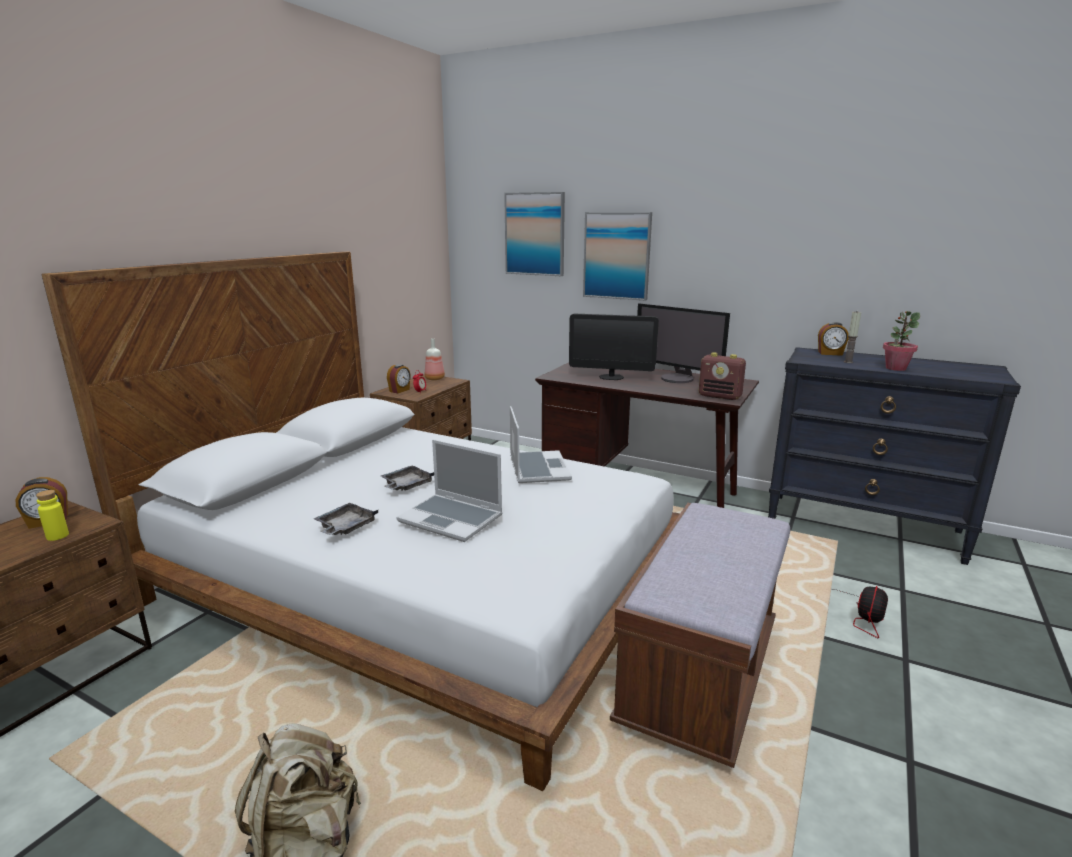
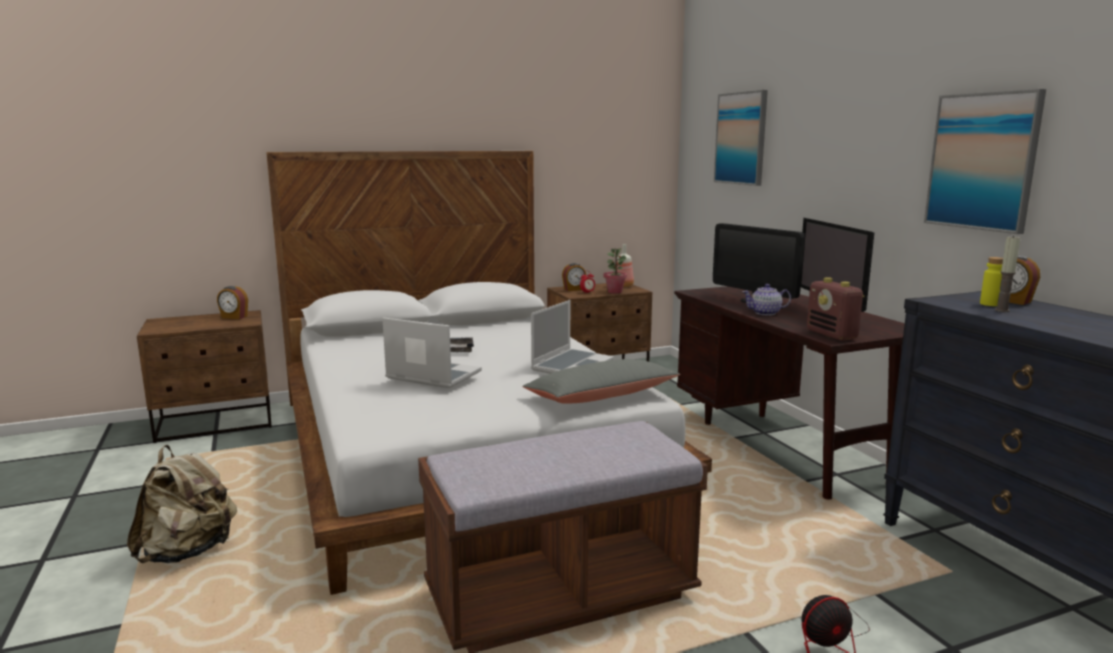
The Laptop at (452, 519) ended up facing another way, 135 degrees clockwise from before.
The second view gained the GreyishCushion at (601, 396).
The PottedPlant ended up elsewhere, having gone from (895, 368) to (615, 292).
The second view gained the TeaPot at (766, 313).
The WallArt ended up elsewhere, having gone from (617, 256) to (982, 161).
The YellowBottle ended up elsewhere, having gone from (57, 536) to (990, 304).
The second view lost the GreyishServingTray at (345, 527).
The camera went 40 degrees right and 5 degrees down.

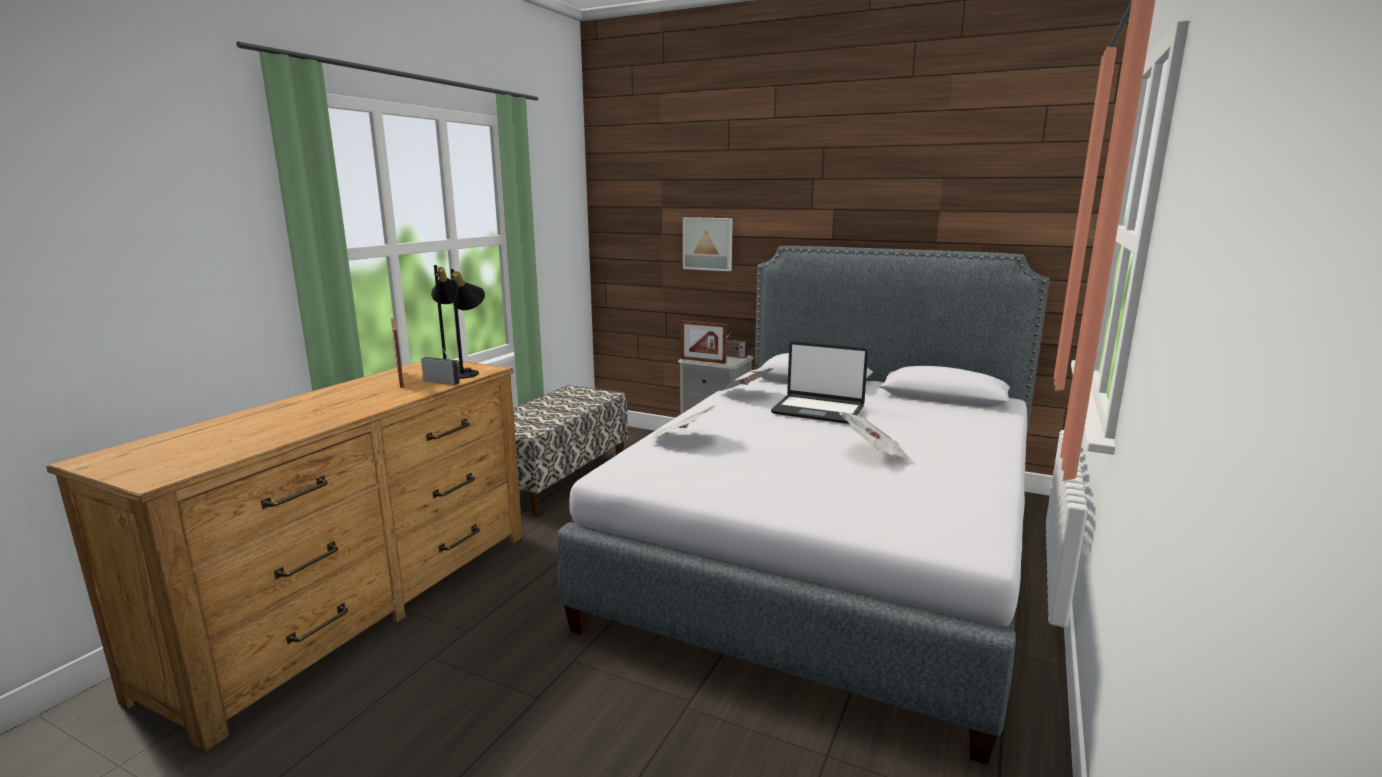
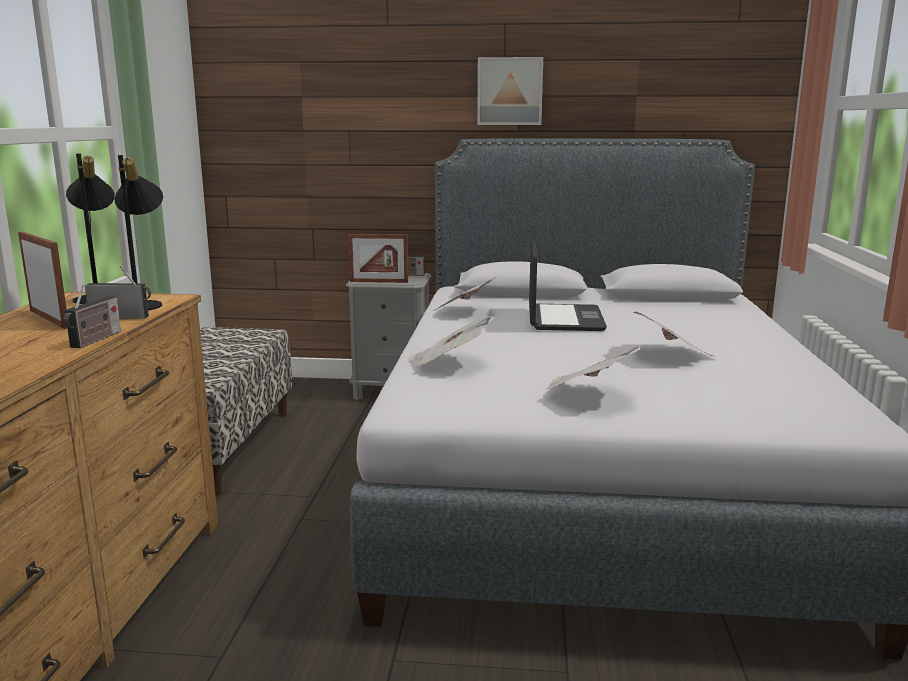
The second view gained the RadioSet at (95, 340).
The WallArt ended up elsewhere, having gone from (708, 243) to (510, 91).
The Laptop at (818, 410) ended up facing another way, 90 degrees counterclockwise from before.
The second view gained the DailyPaper at (588, 393).
The camera went 20 degrees left and 0 degrees up.

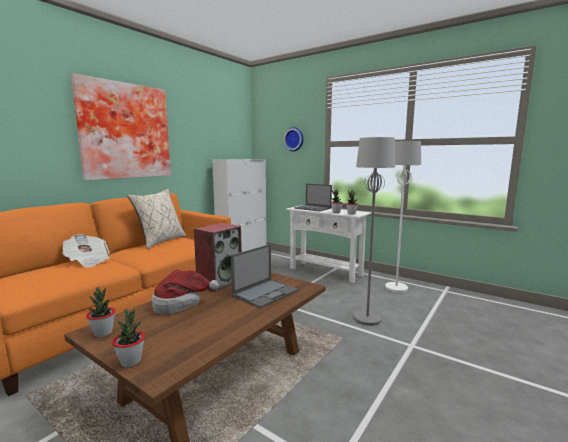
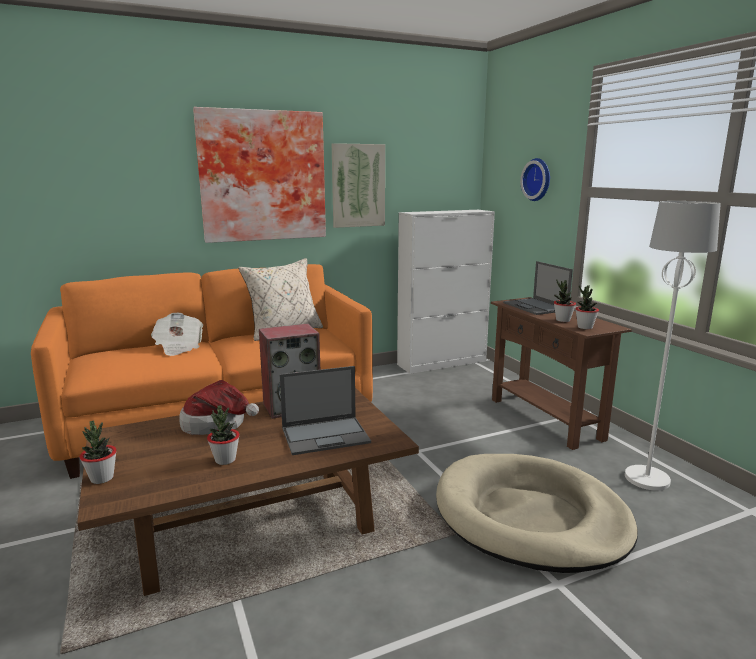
The PottedPlant ended up elsewhere, having gone from (103, 333) to (225, 460).
The second view gained the WallArt at (358, 185).
Where the GreyishStandardLamp stood at (367, 319), the BeigeColouredPetBed came to stand at (530, 516).
What was the WhitishConsoleTable at (325, 271) turned into the BrownishConsoleTable at (545, 419).
The camera went 30 degrees right and 5 degrees up.

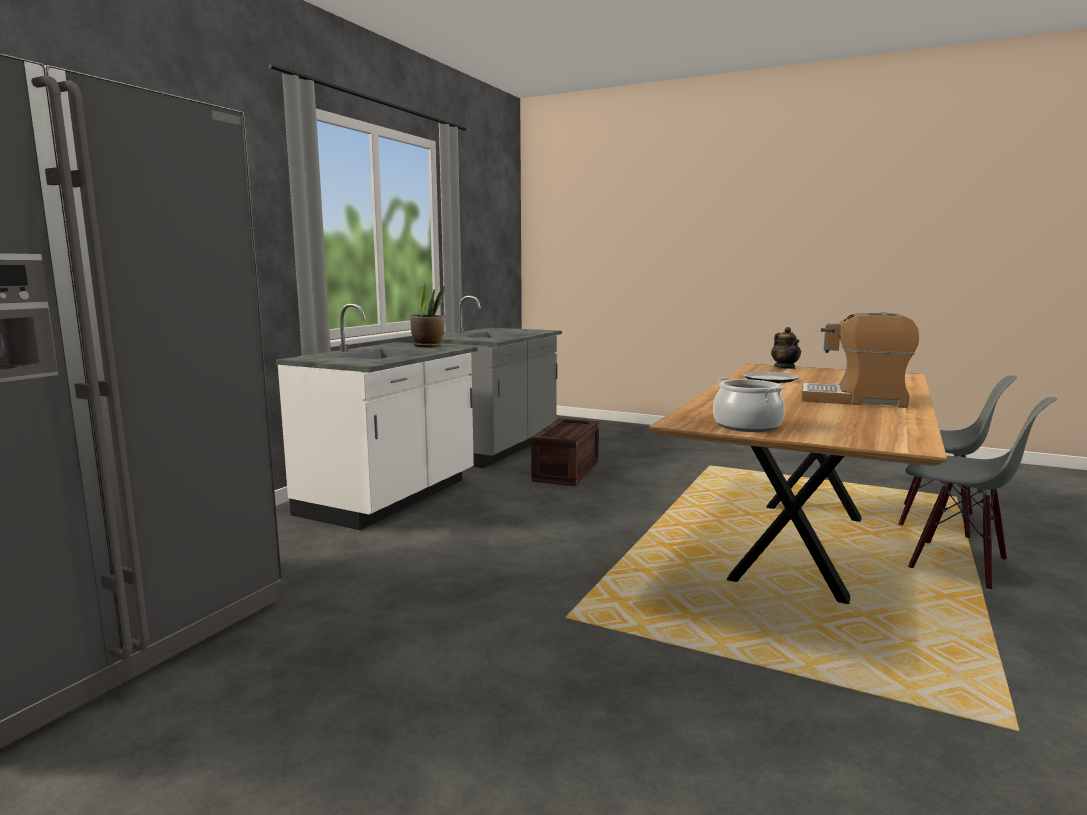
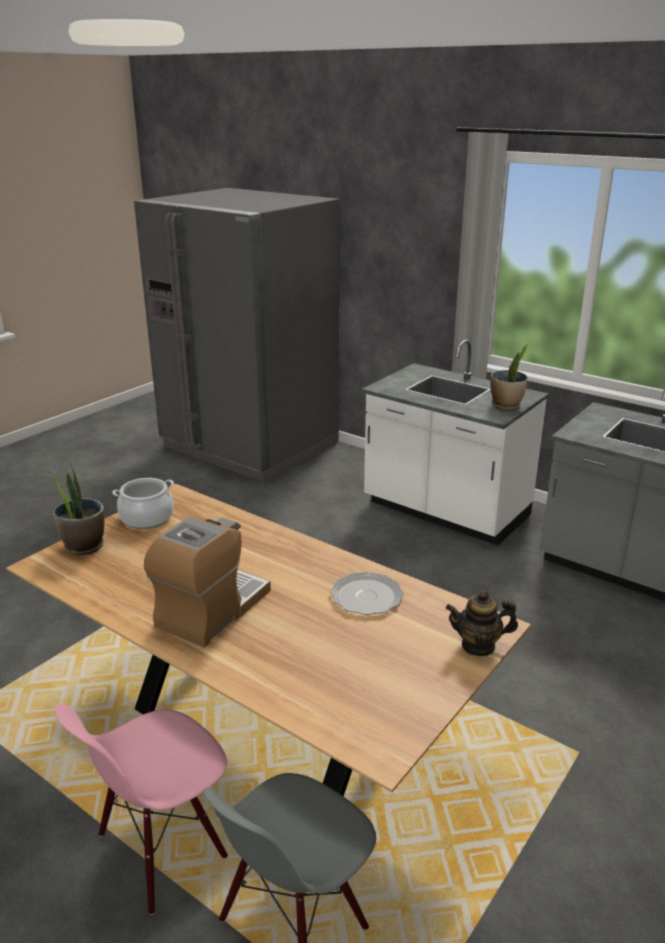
The second view gained the PottedPlant at (84, 546).
What was the GreyishUprightChair at (958, 564) turned into the PinkUprightChair at (162, 848).
The second view lost the PackingCrate at (565, 470).
The camera went 100 degrees right and 15 degrees up.

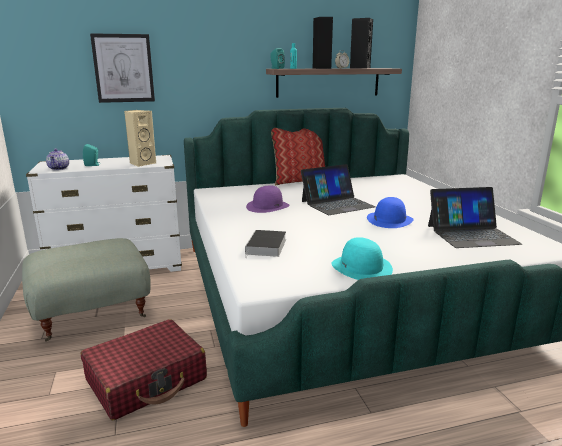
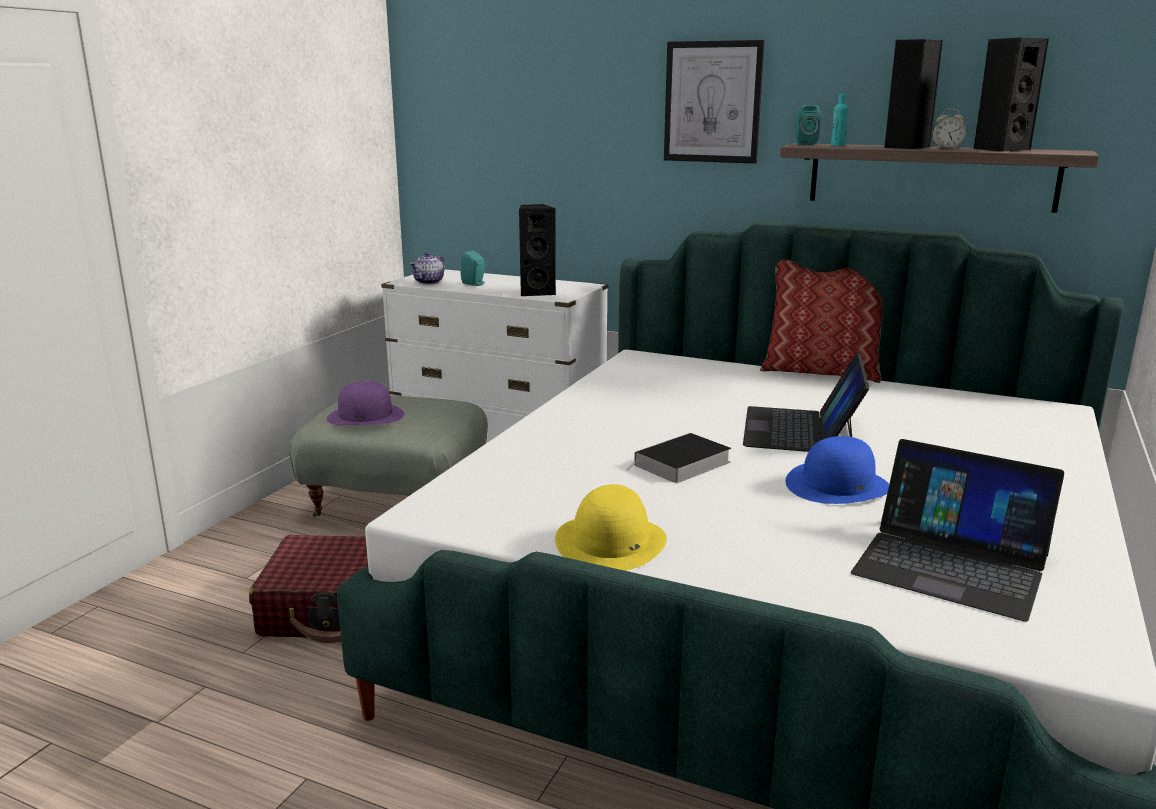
The PurpleColouredWearableHat ended up elsewhere, having gone from (268, 206) to (366, 416).
What was the BeigeColouredSpeaker at (142, 163) turned into the BlackSpeaker at (536, 292).
What was the BlueGreenWearableHat at (361, 267) turned into the YellowWearableHat at (611, 542).
The Book ended up elsewhere, having gone from (266, 247) to (681, 464).
The WallArt ended up elsewhere, having gone from (123, 68) to (712, 102).
The Laptop at (337, 204) ended up facing another way, 90 degrees clockwise from before.
The camera went 40 degrees right and 0 degrees up.

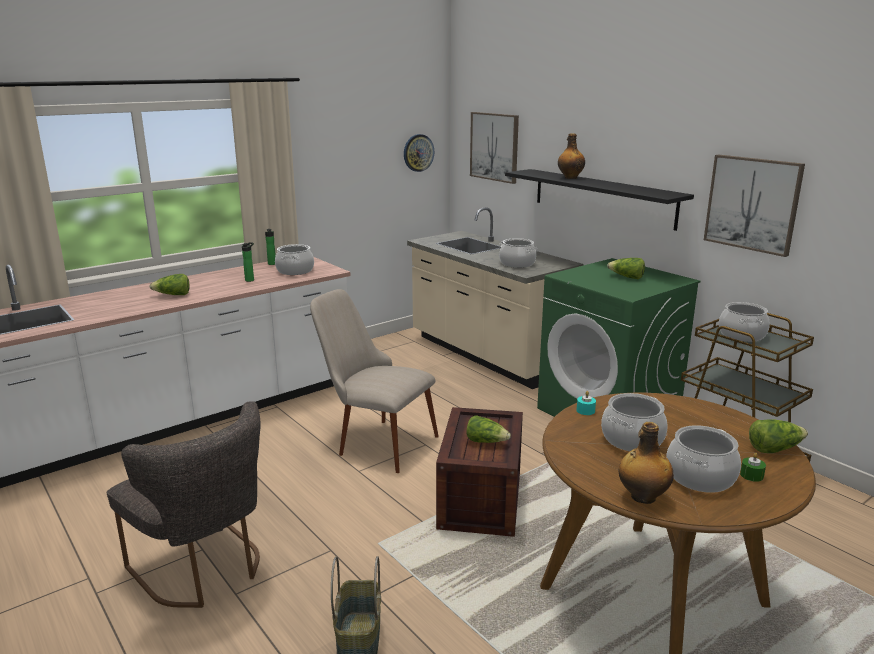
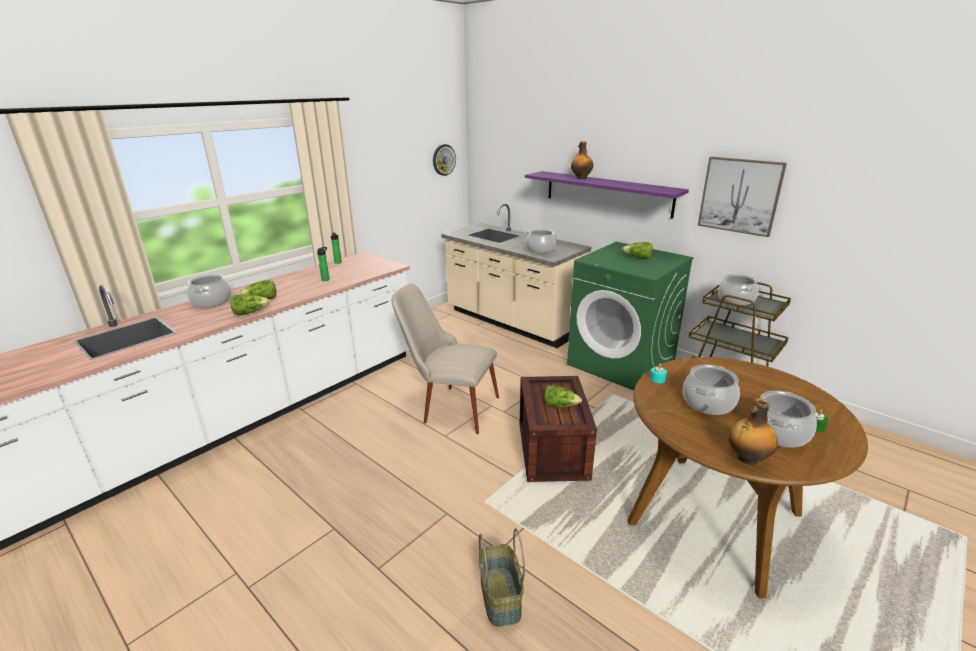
The CookingPot ended up elsewhere, having gone from (295, 271) to (211, 301).
The HeadOfLettuce ended up elsewhere, having gone from (774, 449) to (250, 312).
What was the BlackWallShelf at (602, 197) turned into the PurpleColouredWallShelf at (607, 193).
The second view lost the GreyishUprightChair at (204, 570).
The second view lost the WallArt at (494, 147).
The camera went 10 degrees left and 5 degrees up.

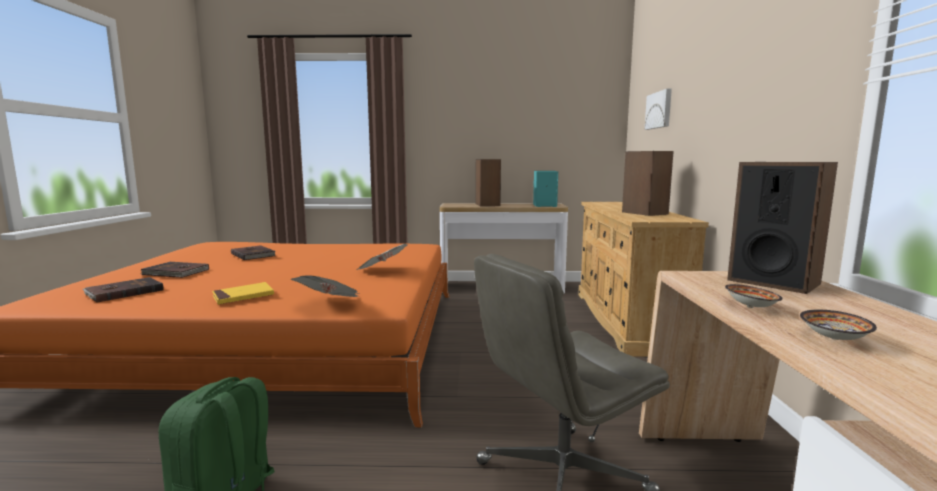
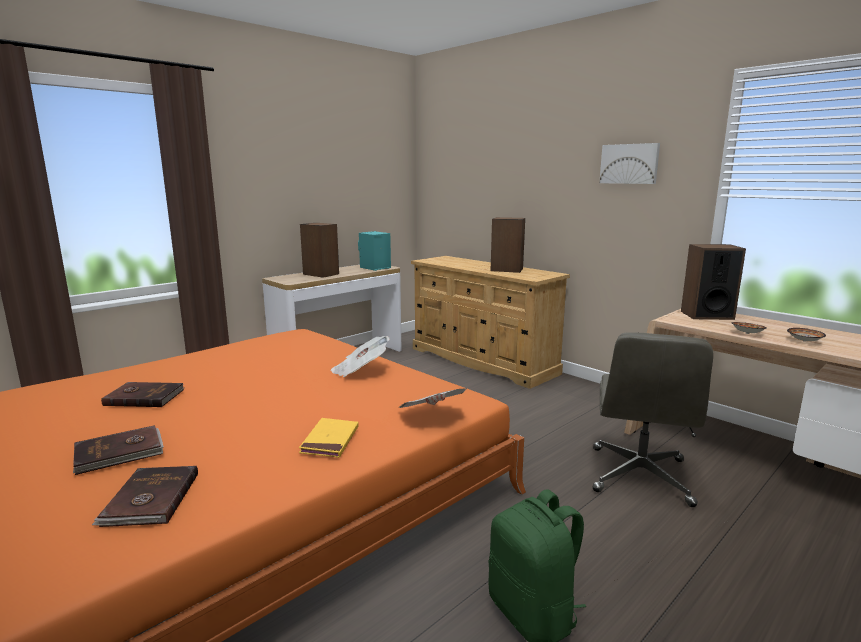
The WallArt ended up elsewhere, having gone from (659, 110) to (629, 164).
The camera went 45 degrees left and 5 degrees up.

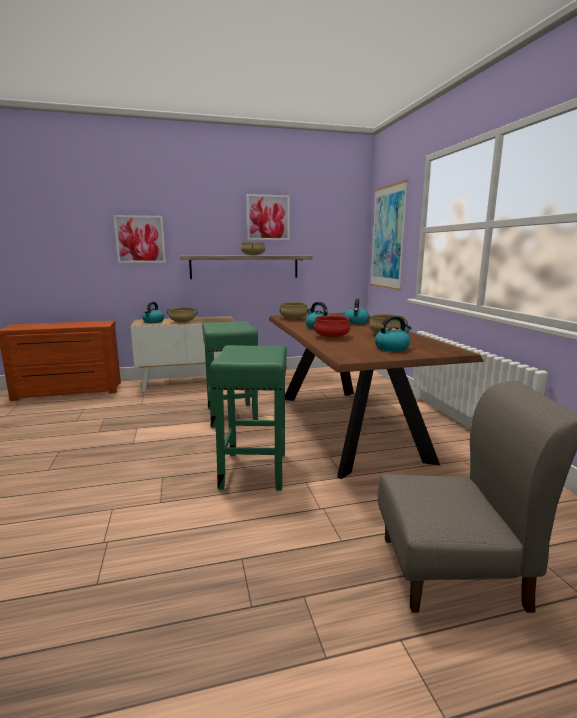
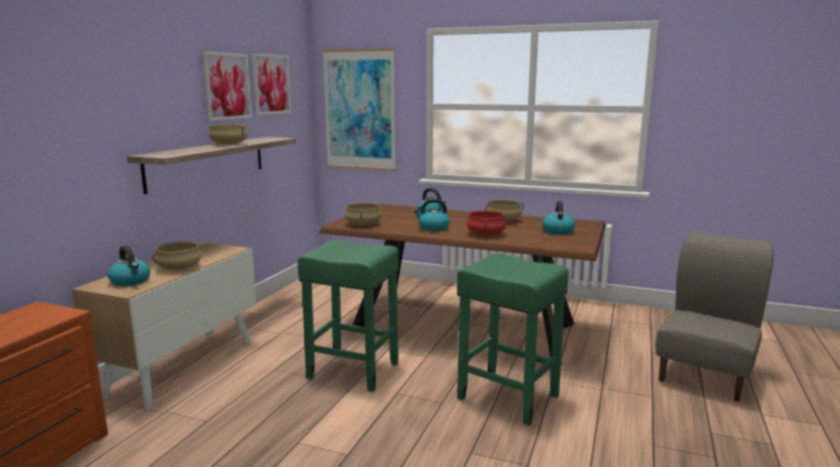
The WallArt ended up elsewhere, having gone from (140, 239) to (271, 84).
The camera went 55 degrees left and 0 degrees up.

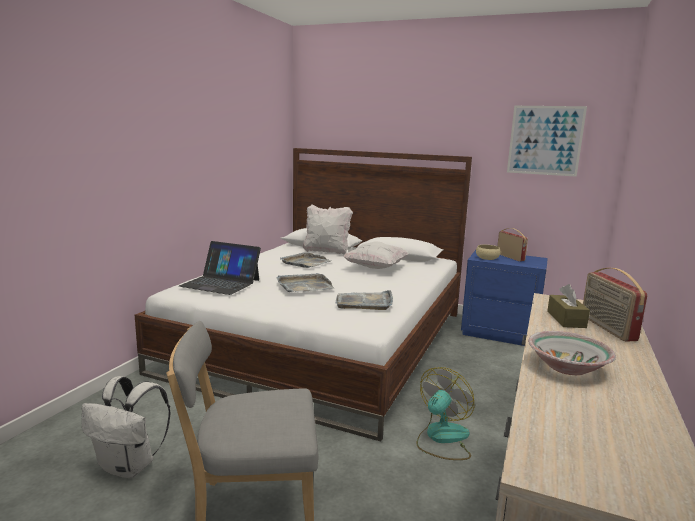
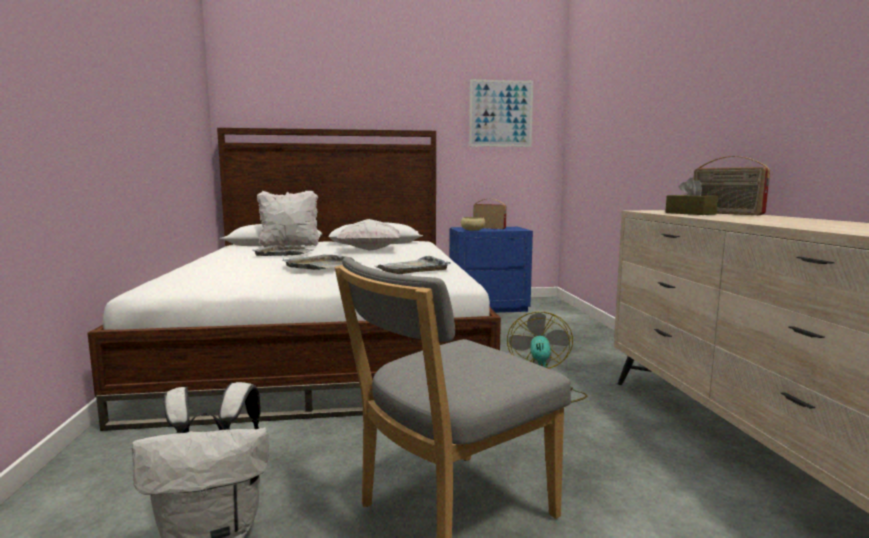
The second view lost the Laptop at (221, 283).
The second view lost the ServingBowl at (568, 367).
The camera went 30 degrees left and 5 degrees down.

